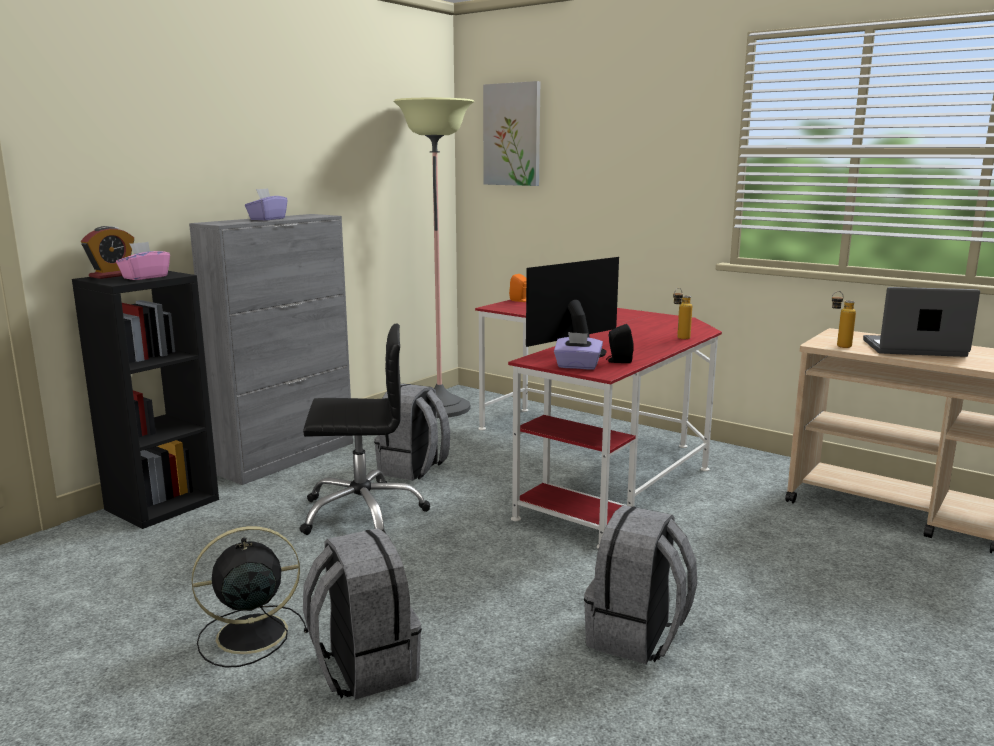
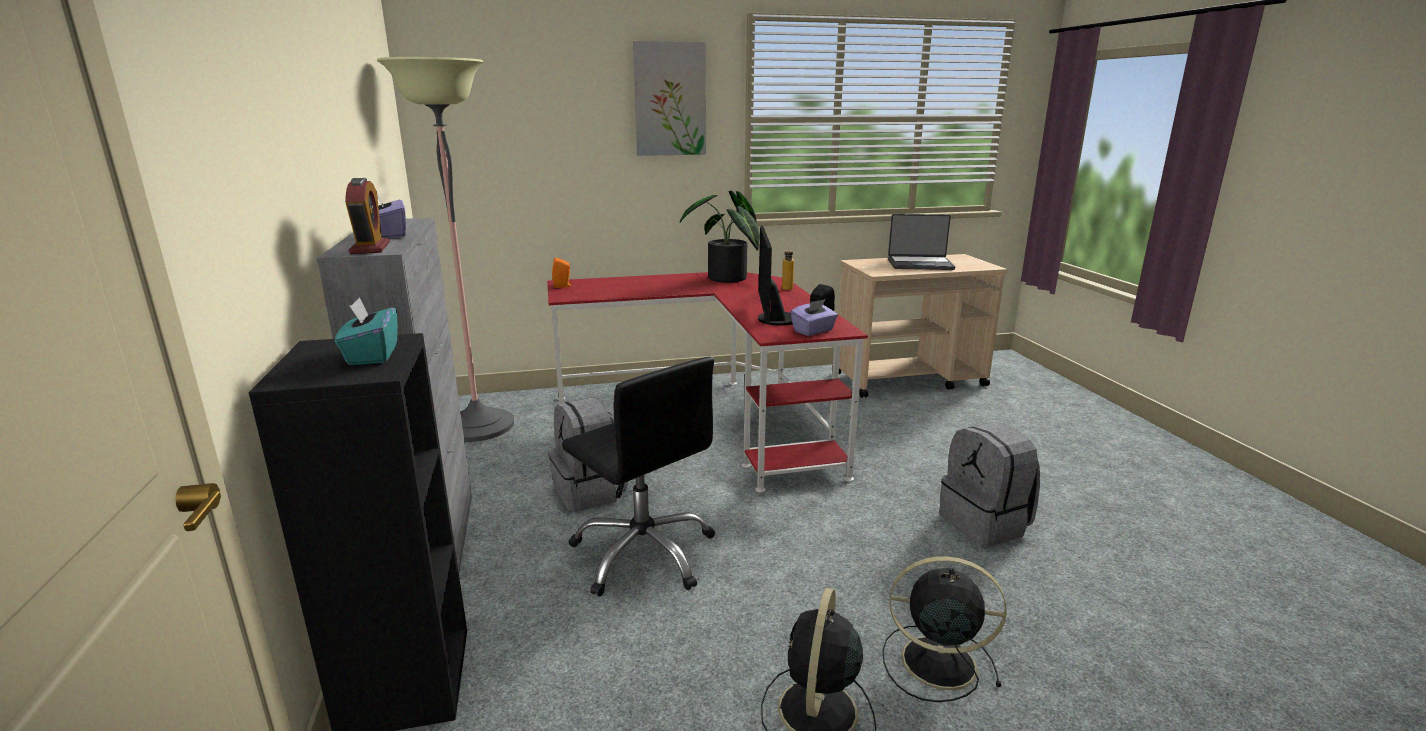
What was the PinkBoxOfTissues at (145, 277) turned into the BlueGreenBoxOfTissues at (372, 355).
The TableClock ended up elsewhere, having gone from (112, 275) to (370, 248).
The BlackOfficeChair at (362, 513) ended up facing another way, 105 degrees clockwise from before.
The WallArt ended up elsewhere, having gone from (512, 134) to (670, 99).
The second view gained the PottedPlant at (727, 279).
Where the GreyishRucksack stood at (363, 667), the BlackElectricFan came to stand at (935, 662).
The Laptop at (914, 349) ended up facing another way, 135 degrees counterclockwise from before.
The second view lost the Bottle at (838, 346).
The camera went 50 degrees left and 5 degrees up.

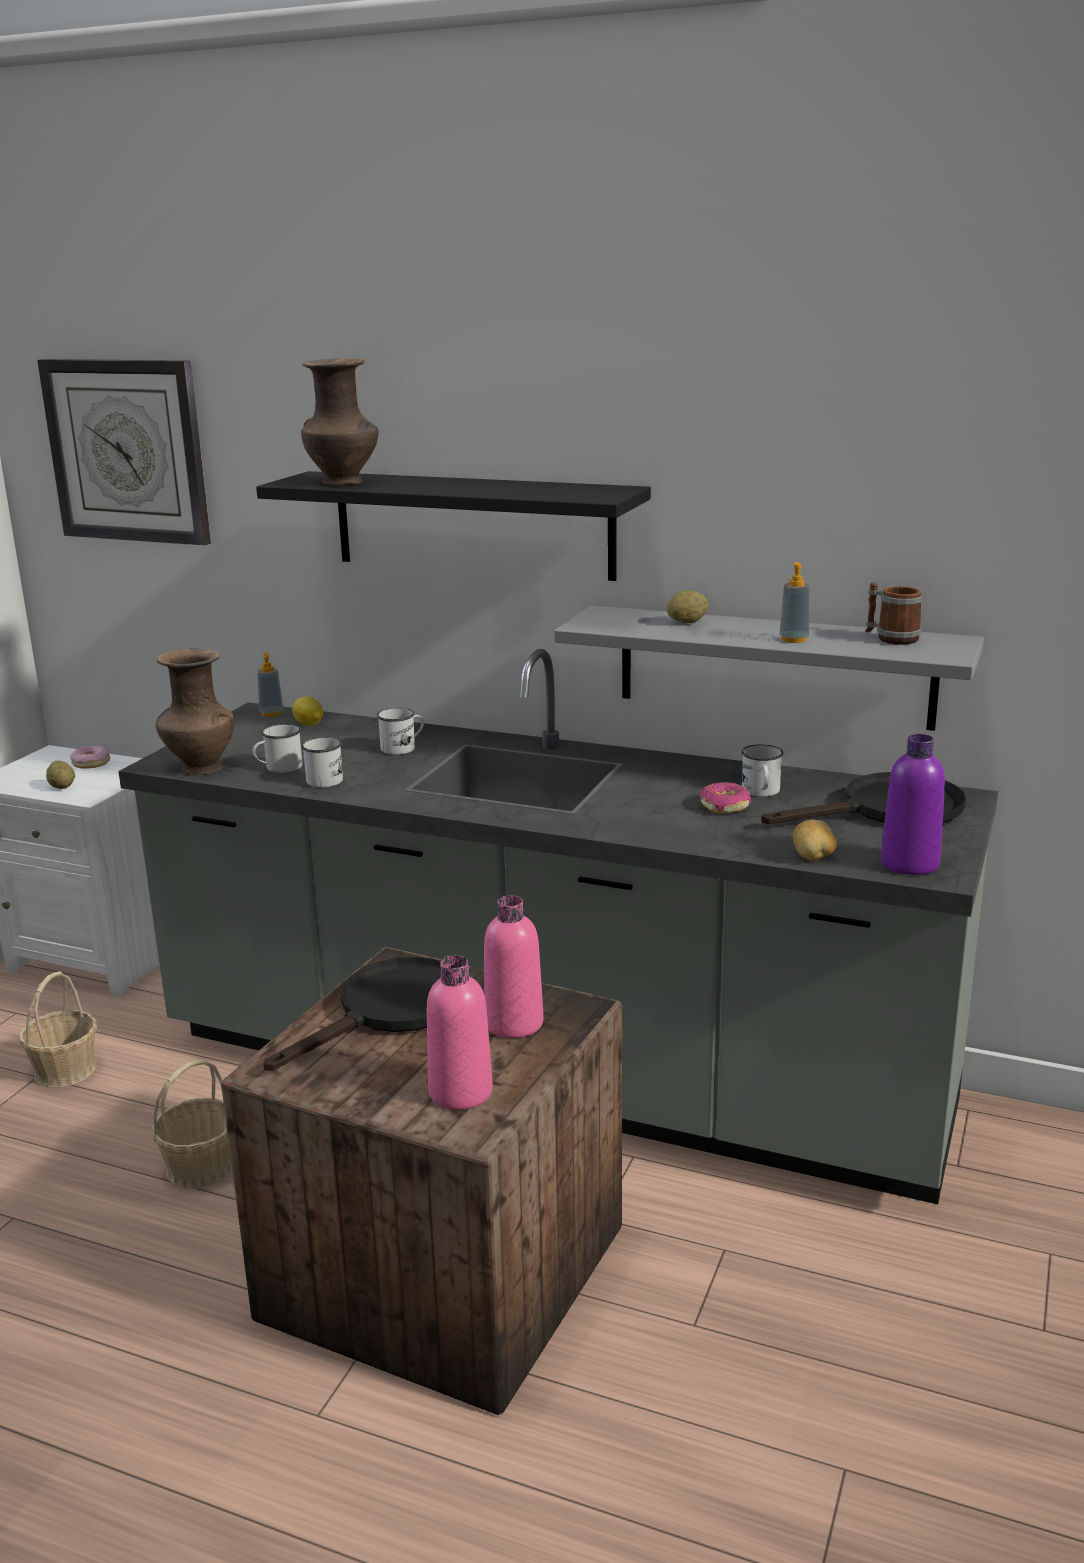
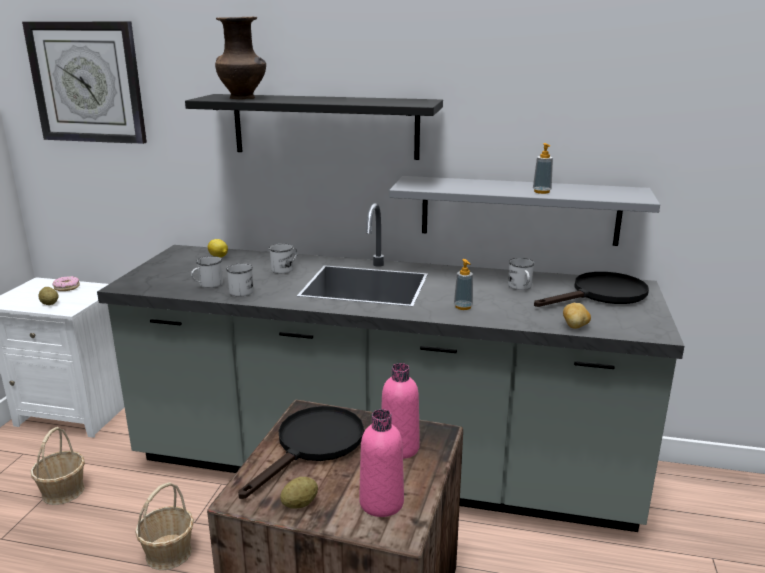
The WholePotato ended up elsewhere, having gone from (687, 622) to (300, 504).
The SoapBottle ended up elsewhere, having gone from (271, 713) to (463, 307).
The second view lost the BrownishVase at (199, 768).
The second view lost the Donut at (725, 806).
The second view lost the TeaMug at (890, 638).
The second view lost the PurpleColouredBottle at (909, 864).
The camera went 10 degrees left and 0 degrees up.

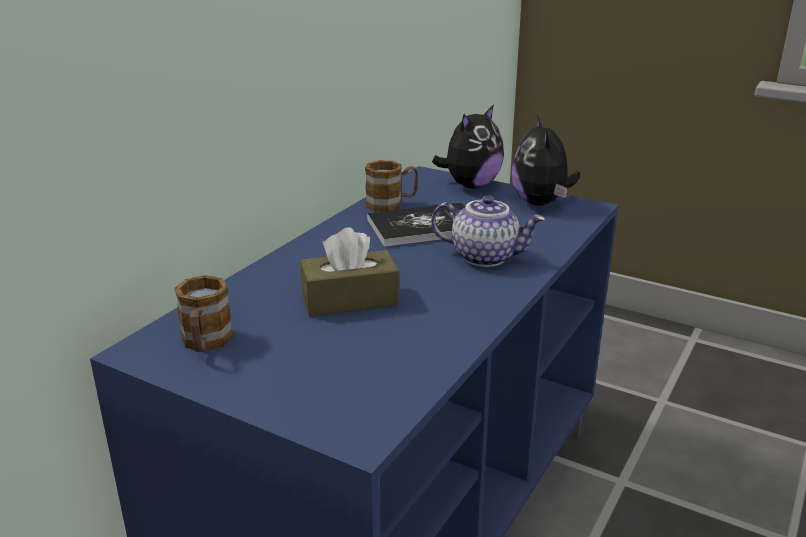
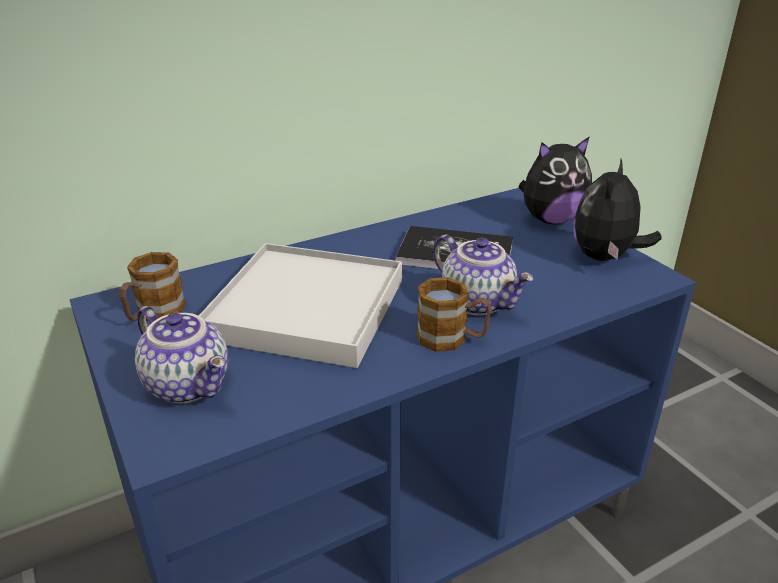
The second view gained the TeaPot at (190, 385).
Where the BrownishBoxOfTissues stood at (350, 300), the WhitishServingTray came to stand at (306, 309).
The TeaMug ended up elsewhere, having gone from (392, 204) to (452, 339).
The camera went 30 degrees right and 5 degrees up.

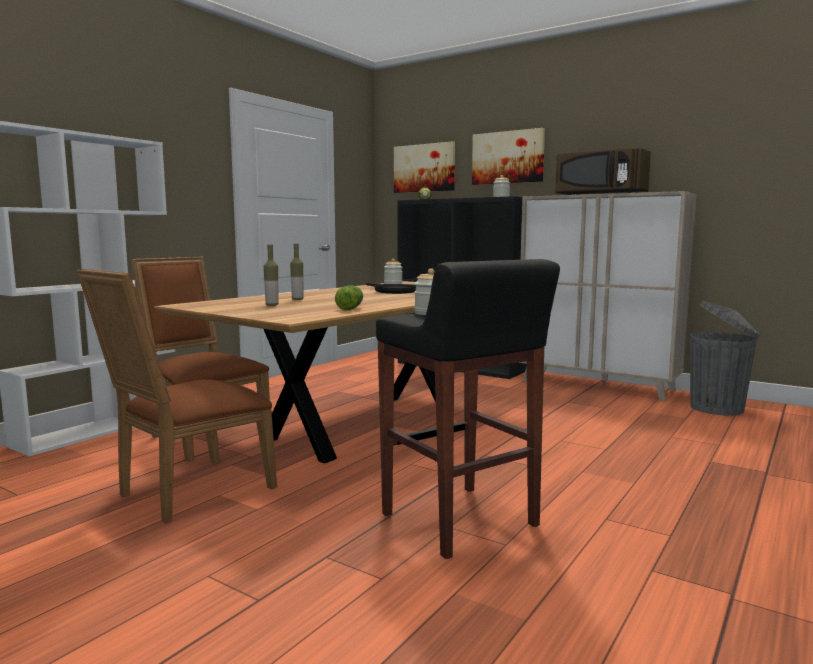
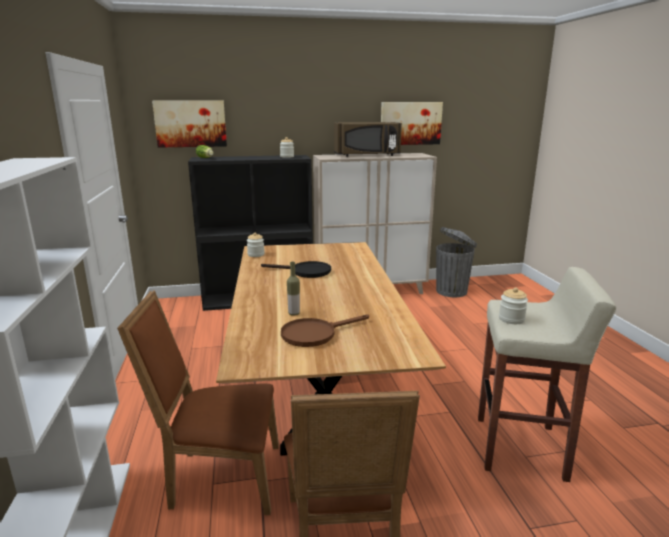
Where the Bottle stood at (272, 305), the BrownishFryingPan came to stand at (315, 334).
The WallArt ended up elsewhere, having gone from (508, 157) to (410, 123).
What was the BlackStoolSeat at (460, 521) turned into the BeigeColouredStoolSeat at (521, 448).
The second view lost the HeadOfLettuce at (351, 308).
The camera went 45 degrees left and 10 degrees up.

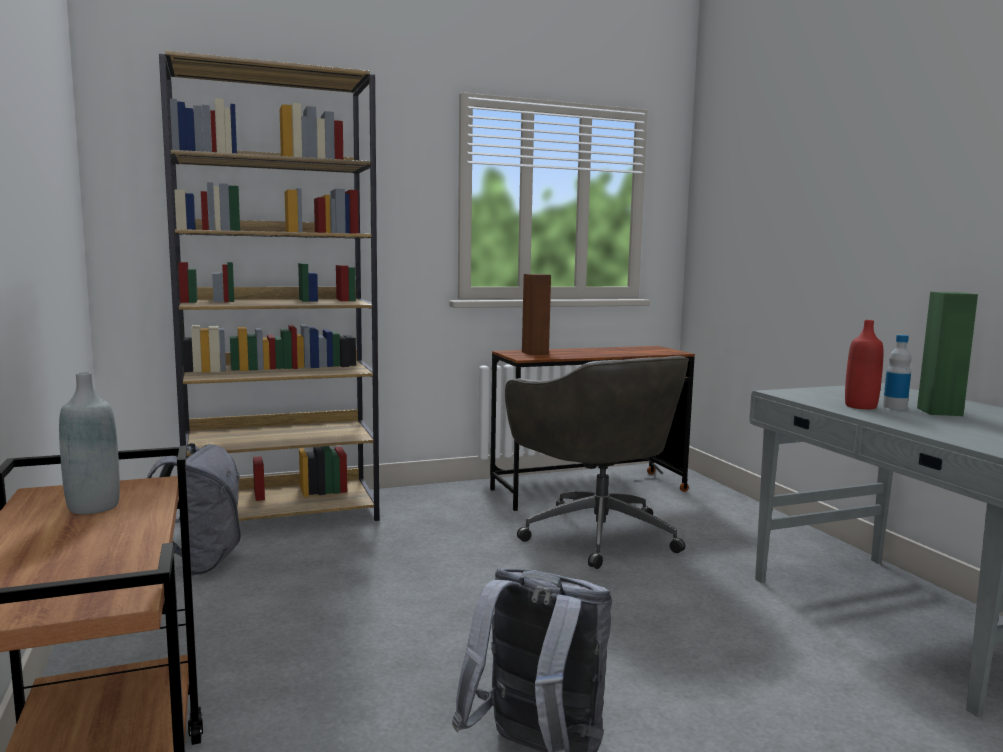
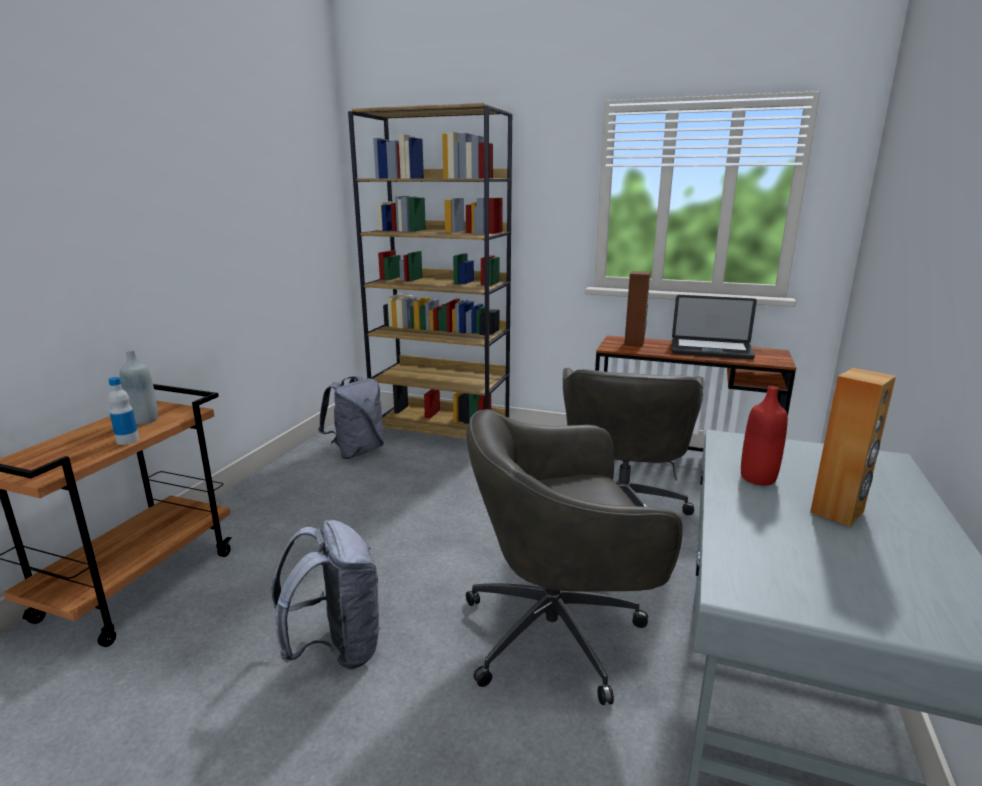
The Bottle ended up elsewhere, having gone from (895, 407) to (127, 440).
The second view gained the GreyishOfficeChair at (558, 632).
The second view gained the Laptop at (710, 350).
What was the GreenSpeaker at (940, 412) turned into the BrownishSpeaker at (837, 512).
The camera went 40 degrees right and 10 degrees up.

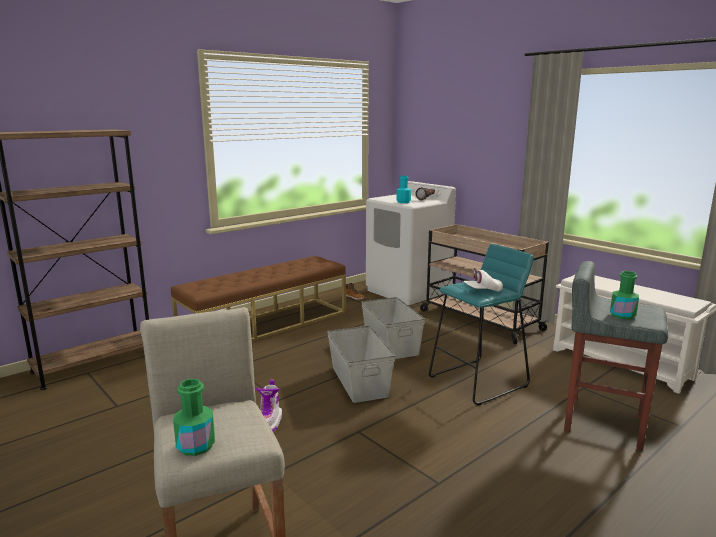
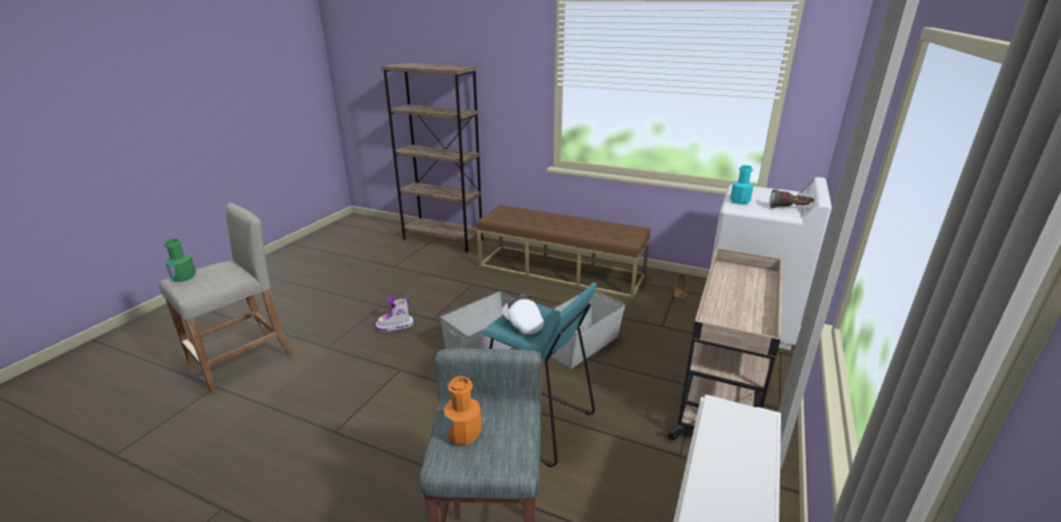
What was the GreenBottle at (622, 315) turned into the OrangeColouredBottle at (463, 433).
The camera went 65 degrees right and 10 degrees up.

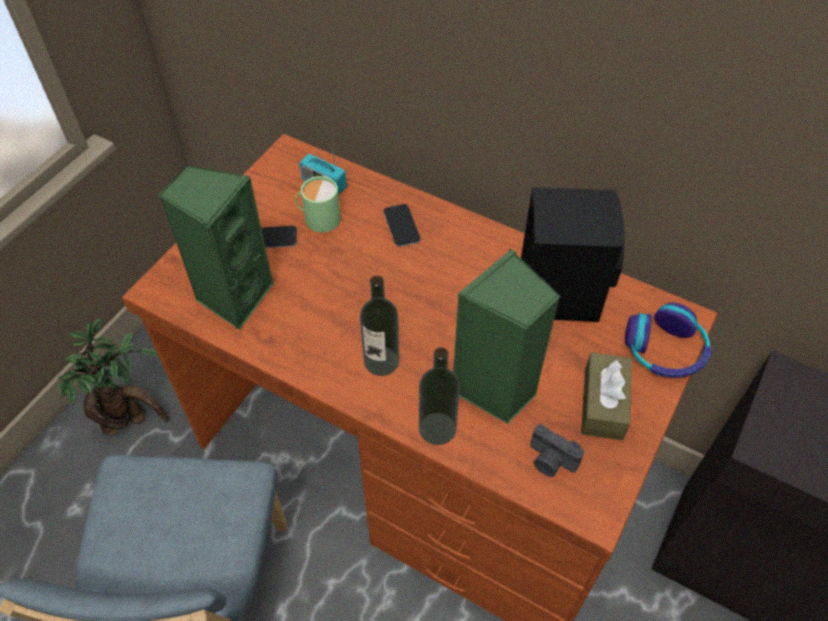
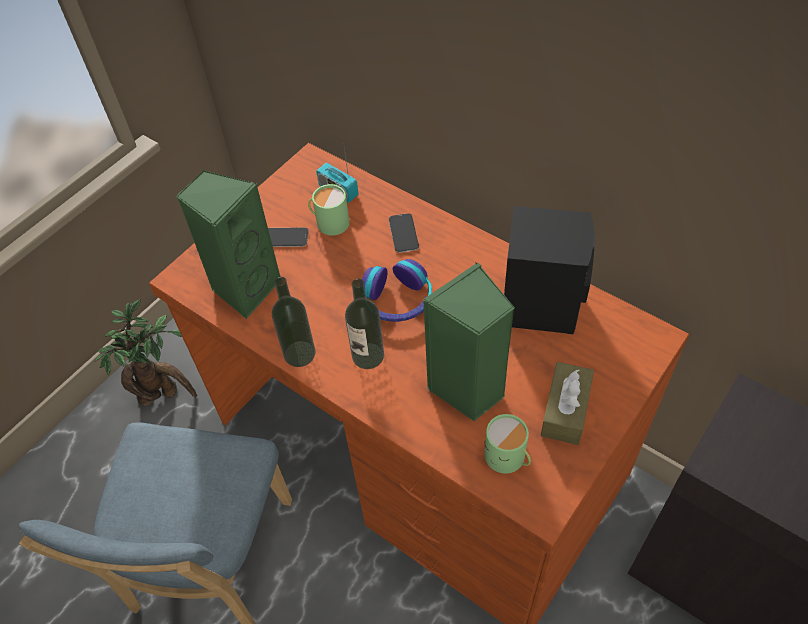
The Bottle ended up elsewhere, having gone from (437, 428) to (299, 354).
The Headphones ended up elsewhere, having gone from (665, 350) to (397, 300).
Where the StillCamera stood at (550, 461), the GreenTeaMug came to stand at (508, 458).
The camera went 10 degrees right and 0 degrees up.

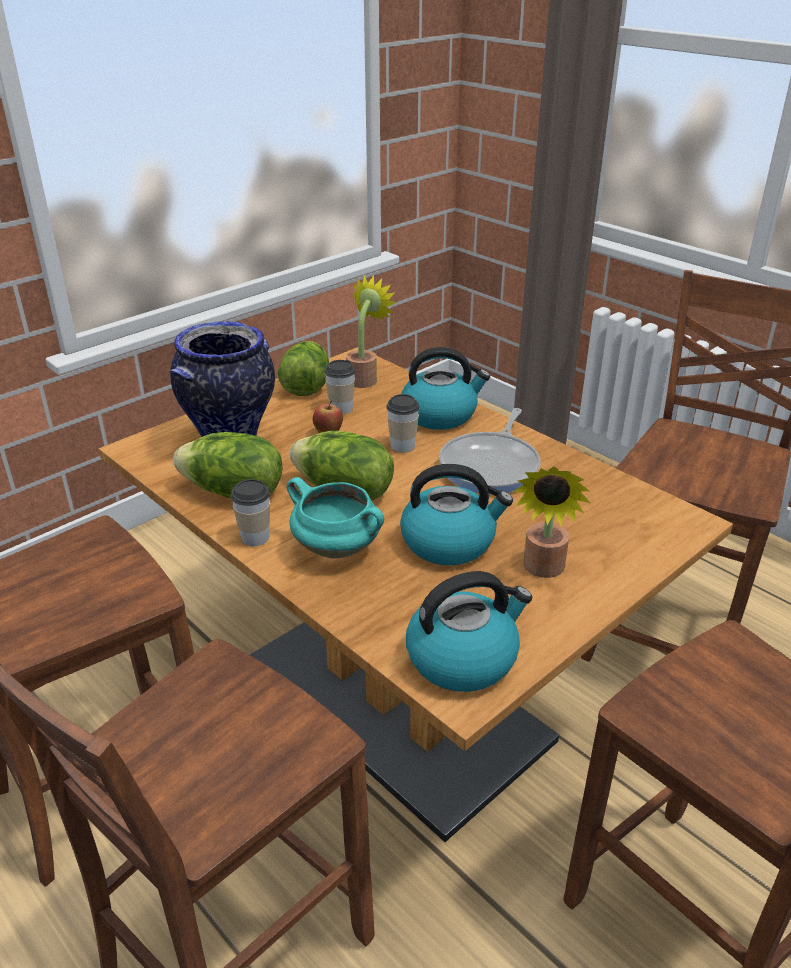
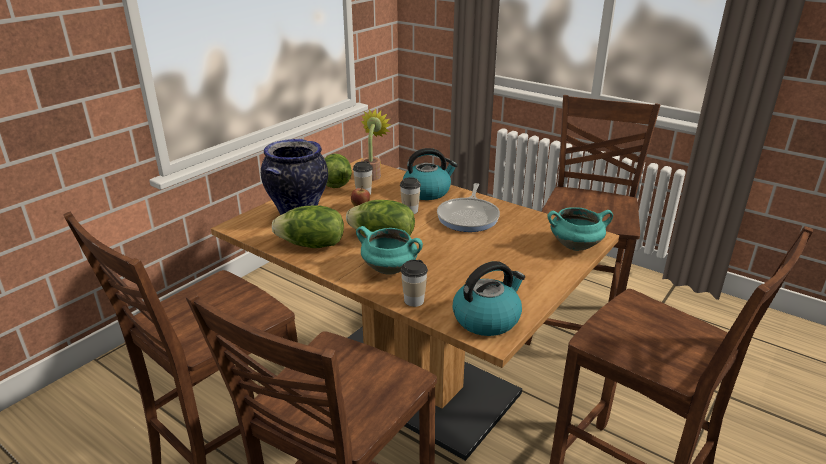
The SmallCup ended up elsewhere, having gone from (255, 537) to (414, 300).
The second view gained the BlueGreenCookingPot at (576, 246).
The second view lost the TeaKettle at (449, 542).
The second view lost the PottedPlant at (543, 570).
The camera went 10 degrees left and 5 degrees down.

